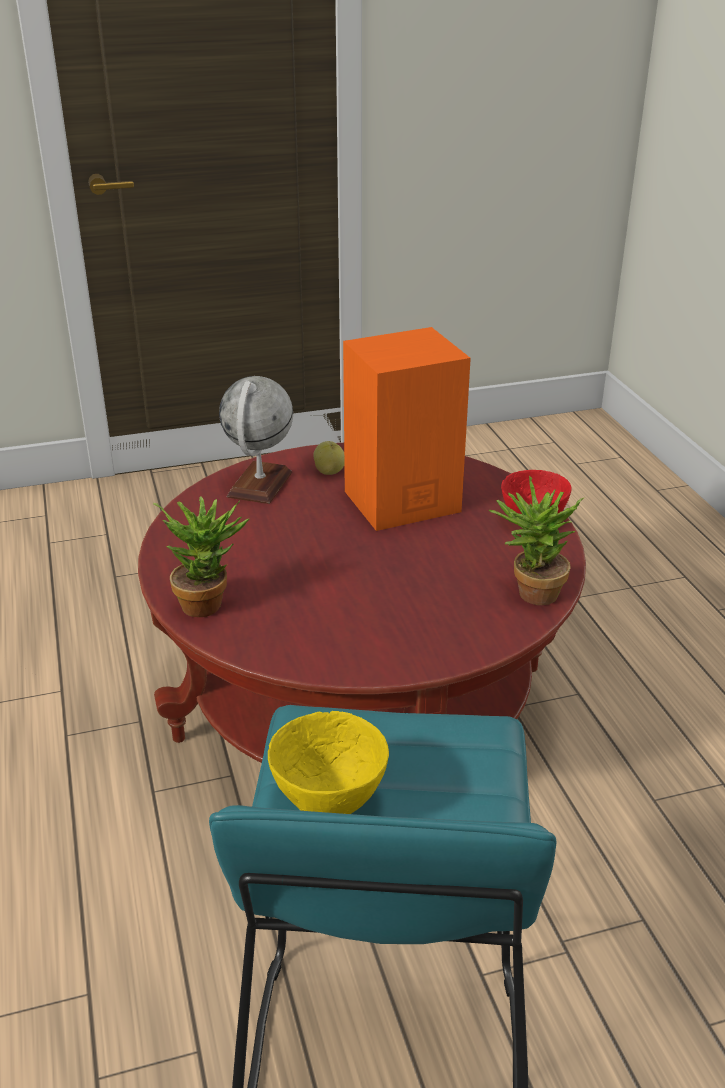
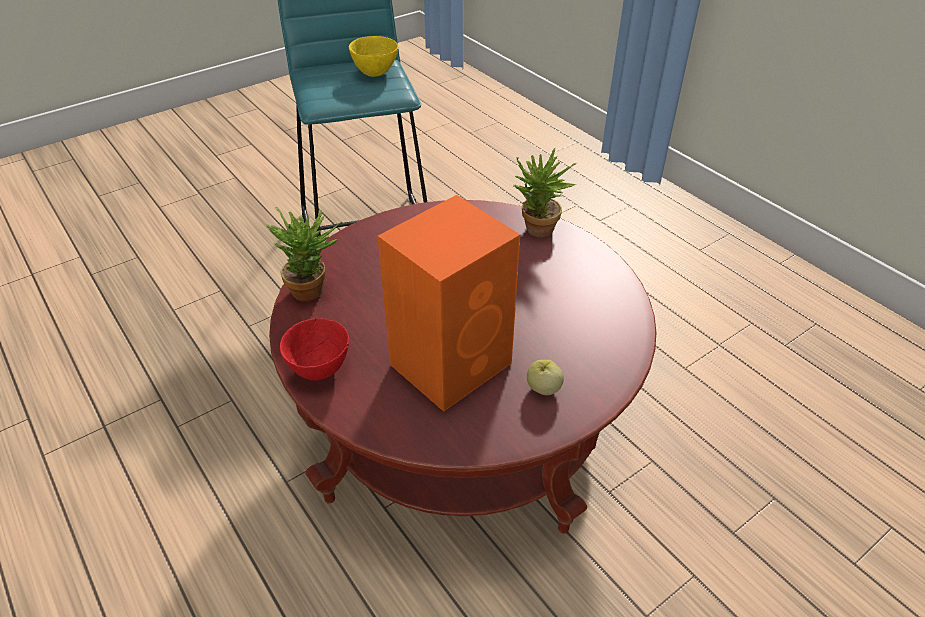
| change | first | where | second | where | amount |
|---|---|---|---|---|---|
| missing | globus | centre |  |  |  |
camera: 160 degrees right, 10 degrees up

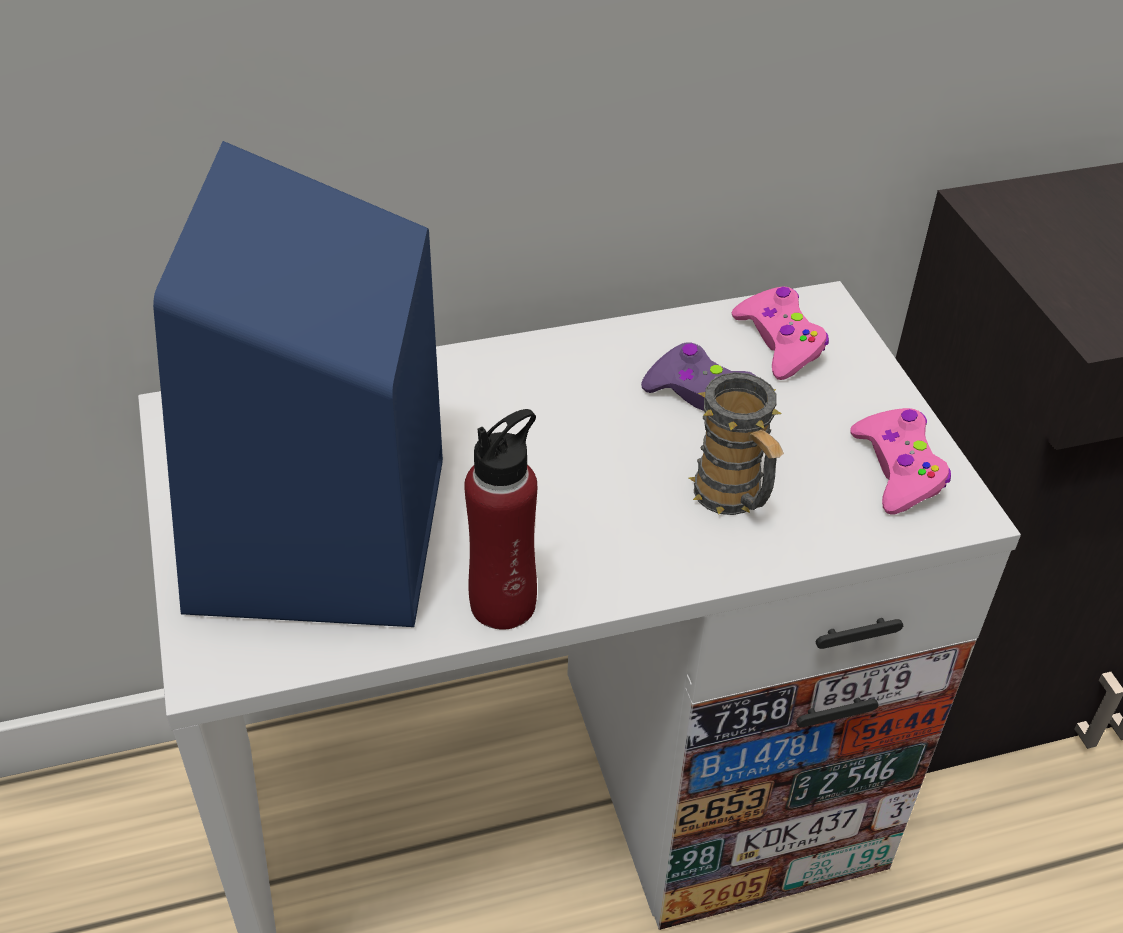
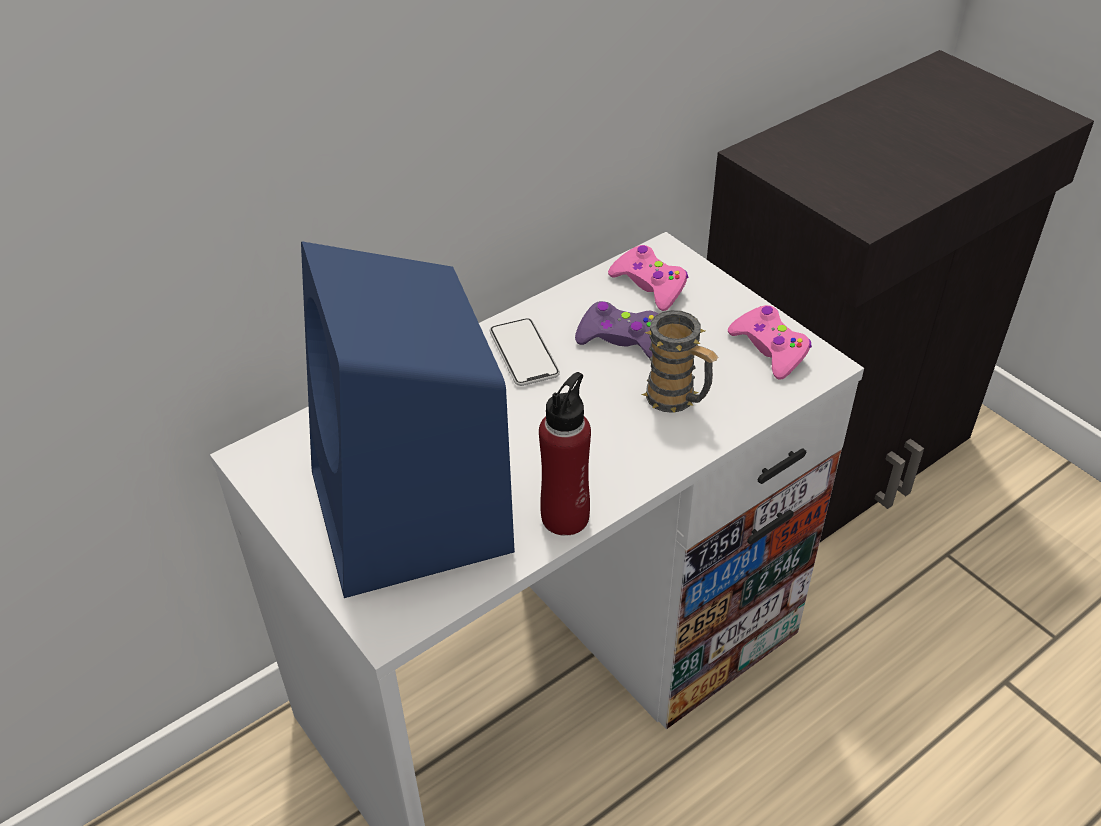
| change | first | where | second | where | amount |
|---|---|---|---|---|---|
| appeared |  |  | telefon | centre |  |
camera: 20 degrees left, 0 degrees up

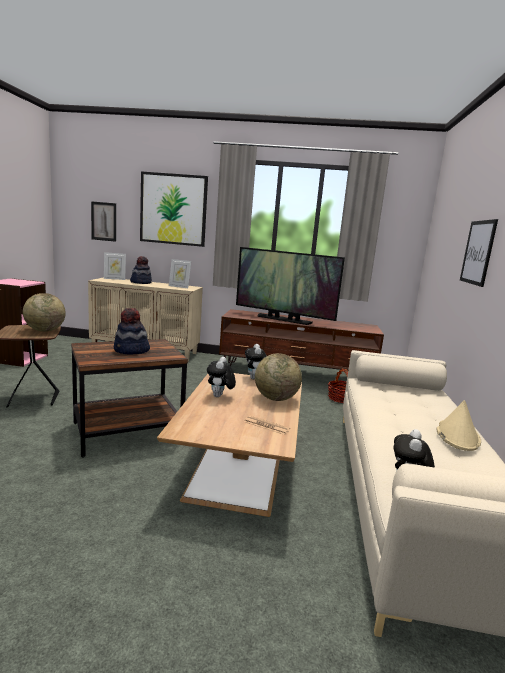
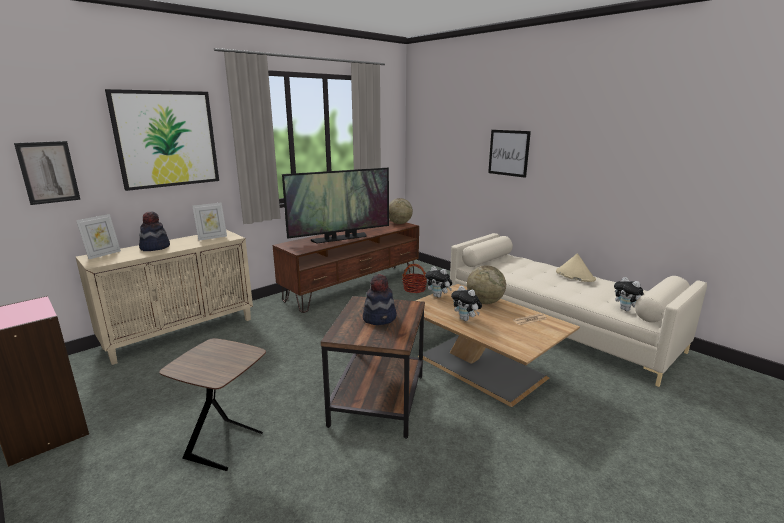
| change | first | where | second | where | amount |
|---|---|---|---|---|---|
| relocated | globus (no. 1 from left) | middle left |  | centre |  |
camera: 50 degrees left, 5 degrees up

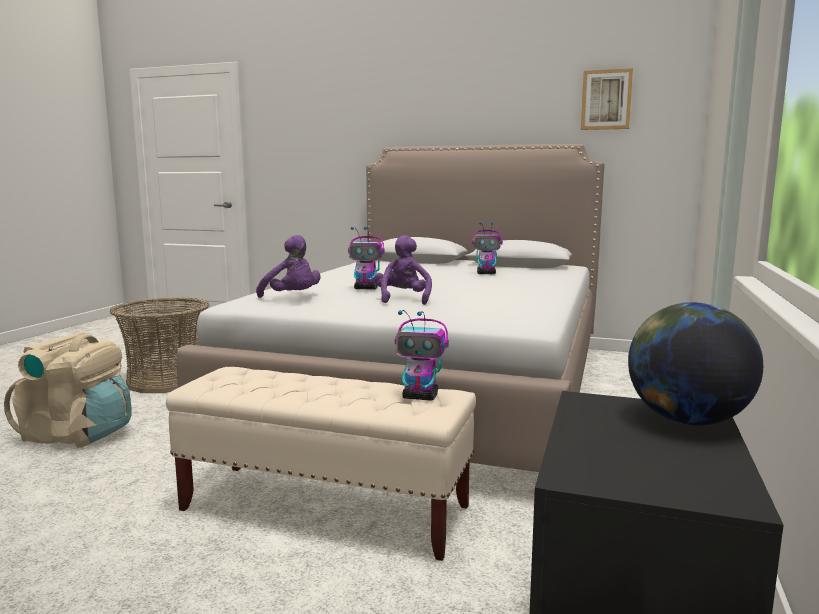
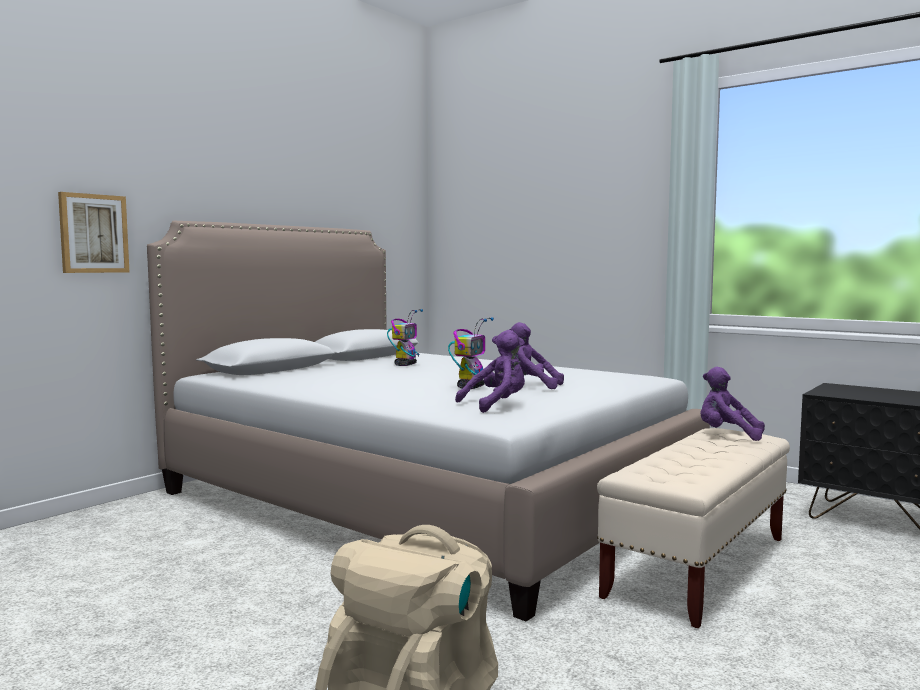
| change | first | where | second | where | amount |
|---|---|---|---|---|---|
| relocated | obraz | top right |  | middle left |  |
| missing | koszyk | middle left |  |  |  |
| missing | globus | middle right |  |  |  |
| exchanged | robot zabawkowy (no. 2 from left) | centre | pluszak [fioletowy] (no. 3 from left) | middle right |  |
camera: 70 degrees left, 5 degrees down

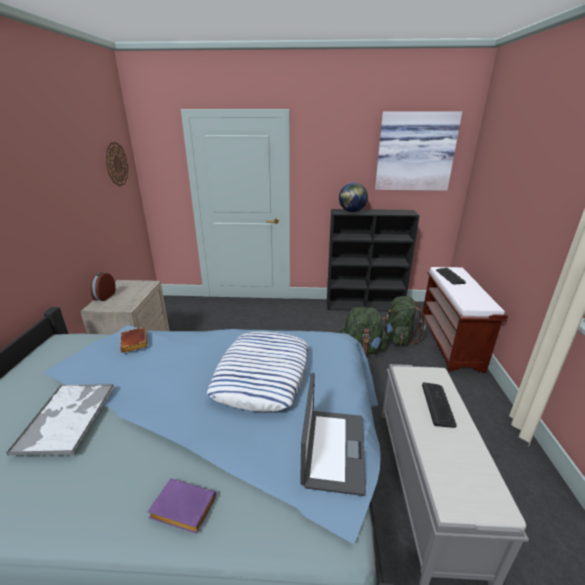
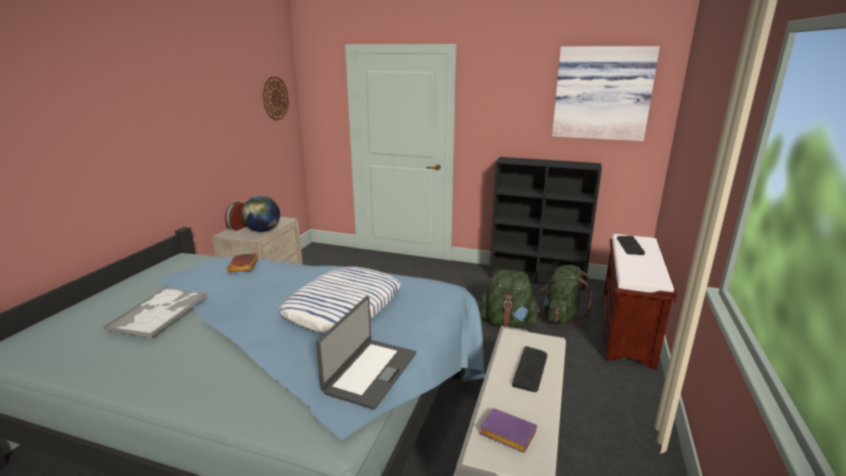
| change | first | where | second | where | amount |
|---|---|---|---|---|---|
| relocated | globus | centre |  | middle left |  |
| relocated | książka [fioletowy] | bottom left |  | bottom centre |  |
camera: 15 degrees right, 5 degrees down

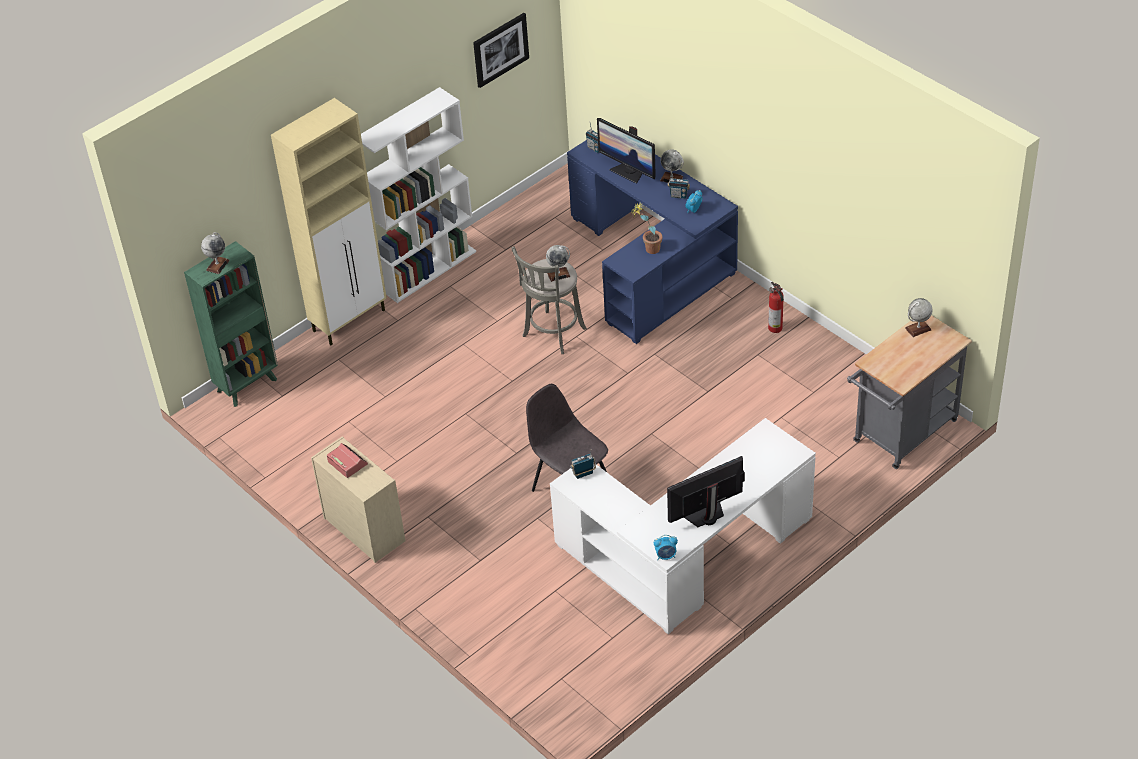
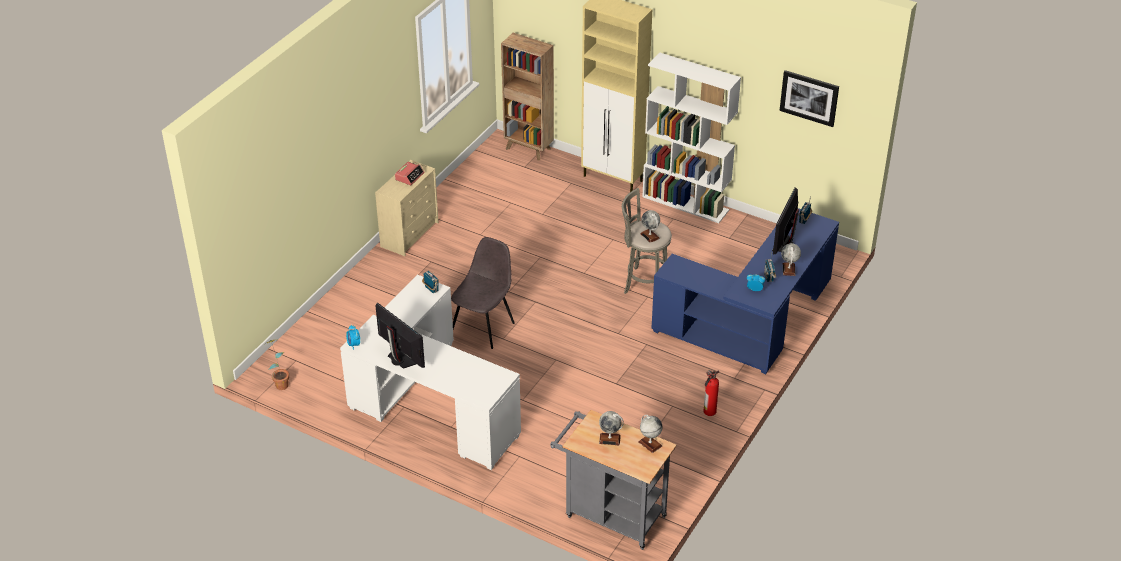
| change | first | where | second | where | amount |
|---|---|---|---|---|---|
| relocated | roślina doniczkowa | top centre |  | middle left |  |
| relocated | globus (no. 1 from left) | middle left |  | bottom centre |  |
| colour | regał [zielony] | middle left | regał [brązowy] | top centre |  |
camera: 70 degrees right, 5 degrees down

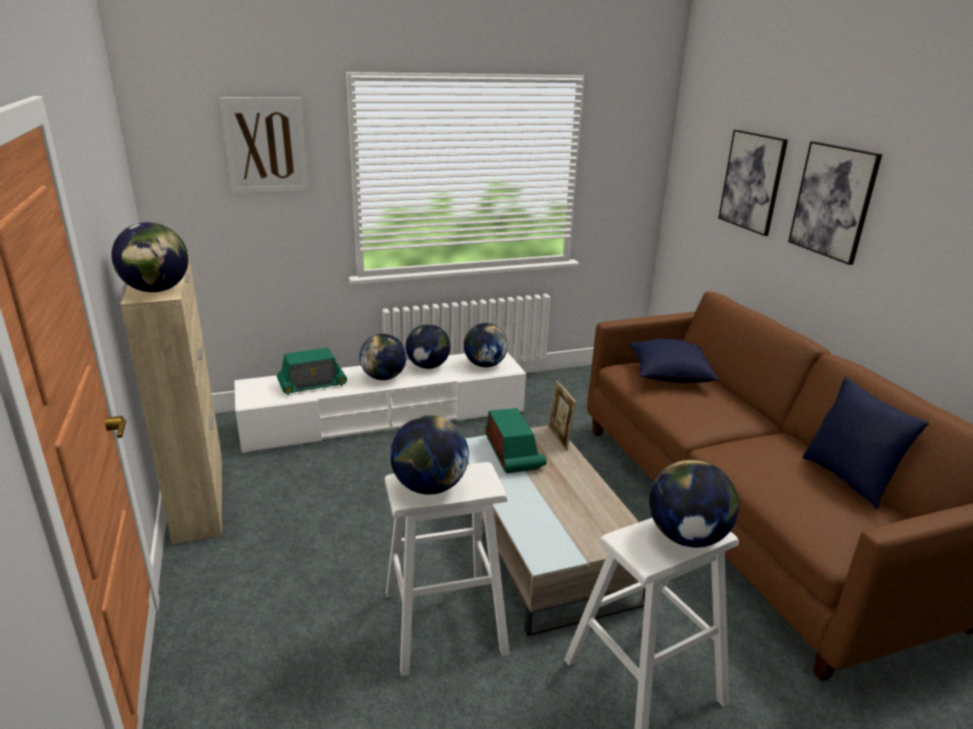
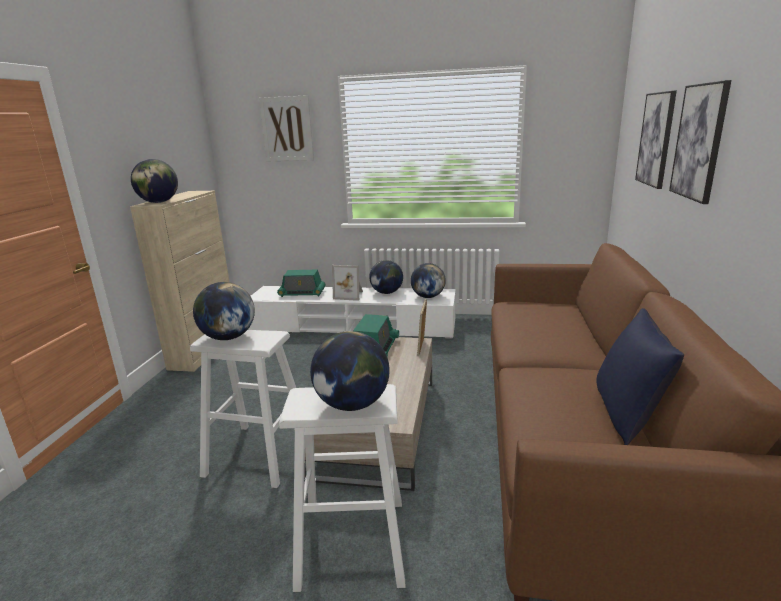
| change | first | where | second | where | amount |
|---|---|---|---|---|---|
| exchanged | globus (no. 2 from left) | centre | ramka na zdjęcie (no. 1 from left) | centre |  |
| missing | poduszka [niebieski] (no. 1 from left) | middle right |  |  |  |
camera: 30 degrees right, 5 degrees down

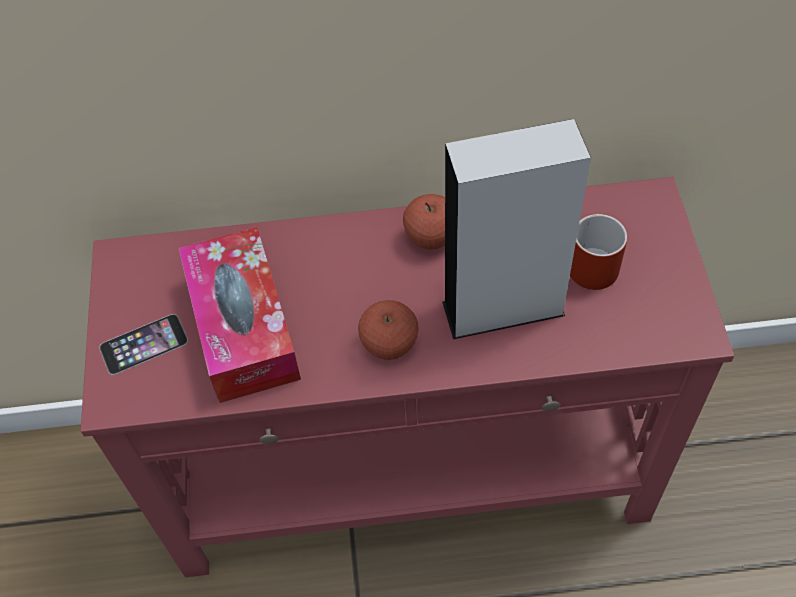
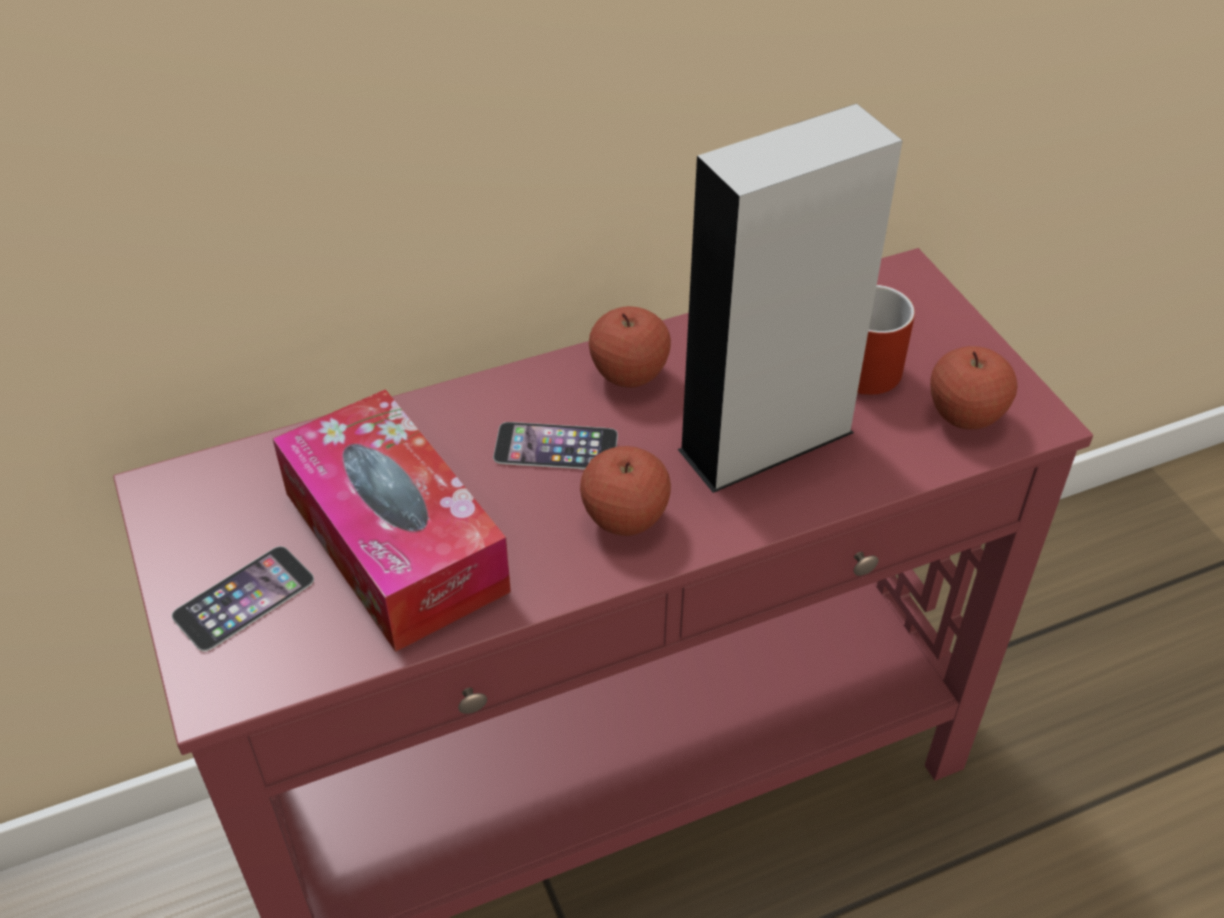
| change | first | where | second | where | amount |
|---|---|---|---|---|---|
| appeared |  |  | jabłko (no. 3 from left) | middle right |  |
| appeared |  |  | telefon (no. 2 from left) | centre |  |
camera: 20 degrees left, 10 degrees down

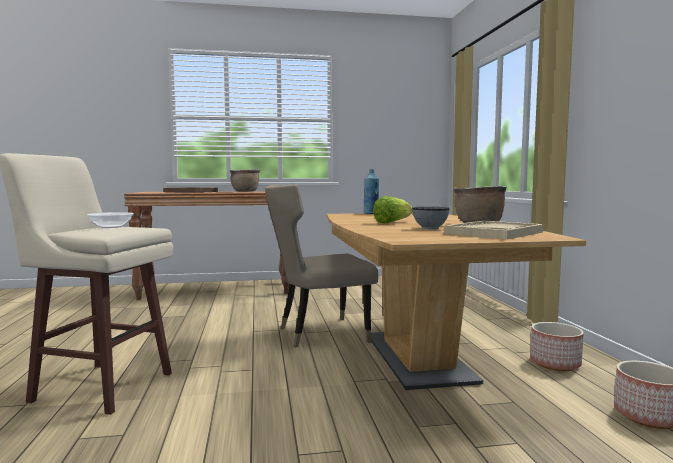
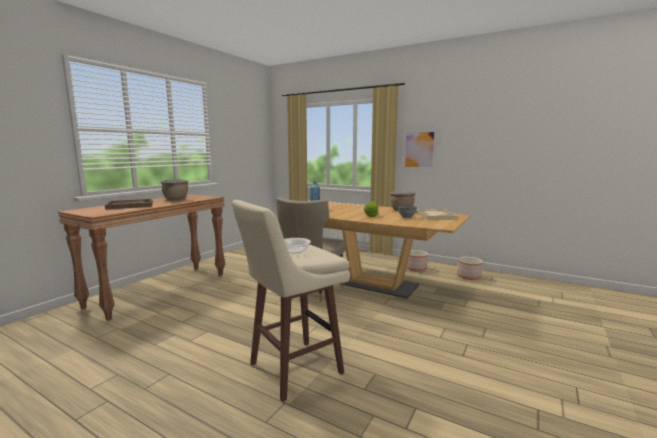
| change | first | where | second | where | amount |
|---|---|---|---|---|---|
| appeared |  |  | obraz | centre |  |
camera: 50 degrees left, 5 degrees up

